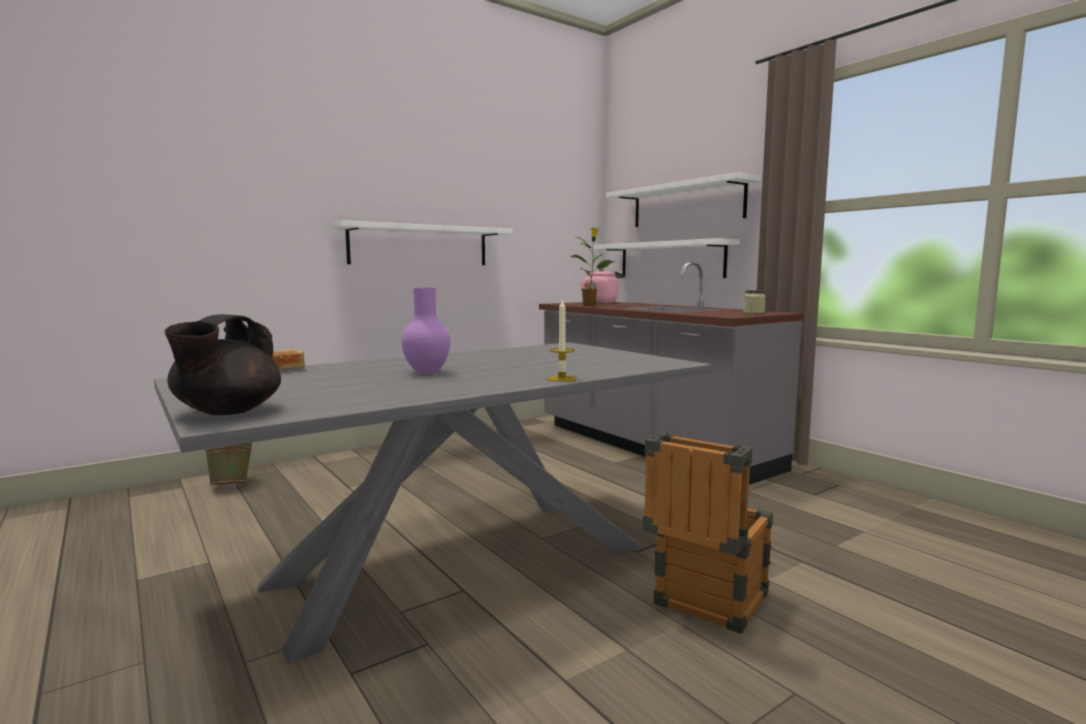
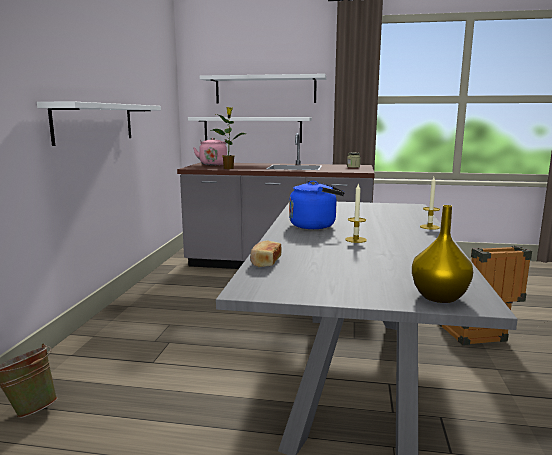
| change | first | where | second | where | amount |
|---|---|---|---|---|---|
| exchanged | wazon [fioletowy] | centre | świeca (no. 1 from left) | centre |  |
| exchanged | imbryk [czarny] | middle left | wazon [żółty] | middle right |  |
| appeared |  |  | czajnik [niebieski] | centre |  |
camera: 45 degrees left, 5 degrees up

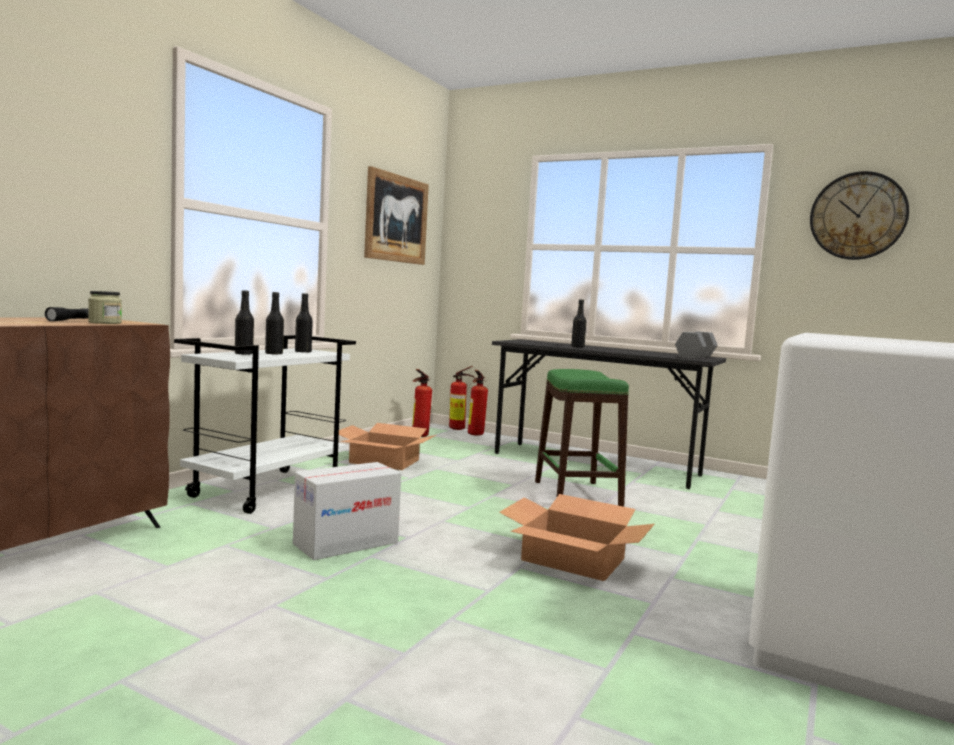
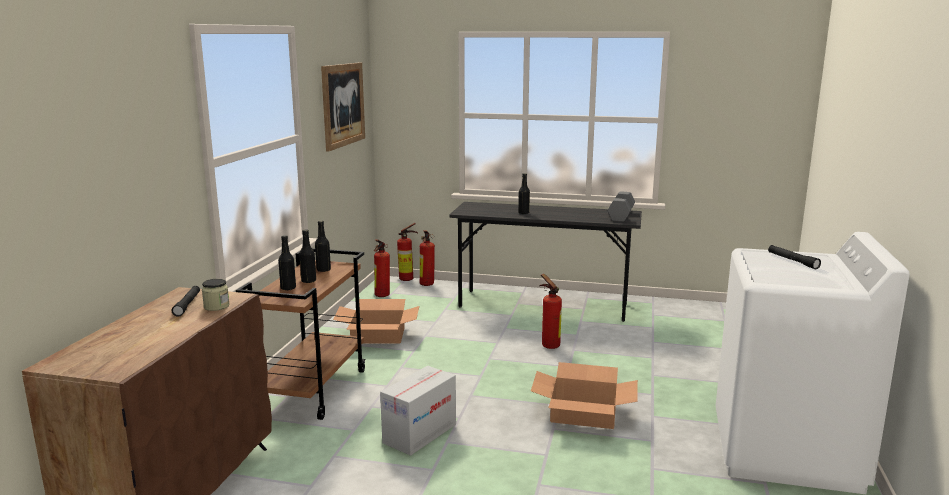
| change | first | where | second | where | amount |
|---|---|---|---|---|---|
| missing | zegar ścienny | top right |  |  |  |
| colour | wózek [biały] | middle left | wózek [brązowy] | bottom left |  |
| exchanged | stołek [zielony] | centre | gaśnica (no. 4 from left) | centre |  |
| appeared |  |  | latarka [czarny] (no. 2 from left) | middle right |  |
camera: 15 degrees left, 10 degrees up

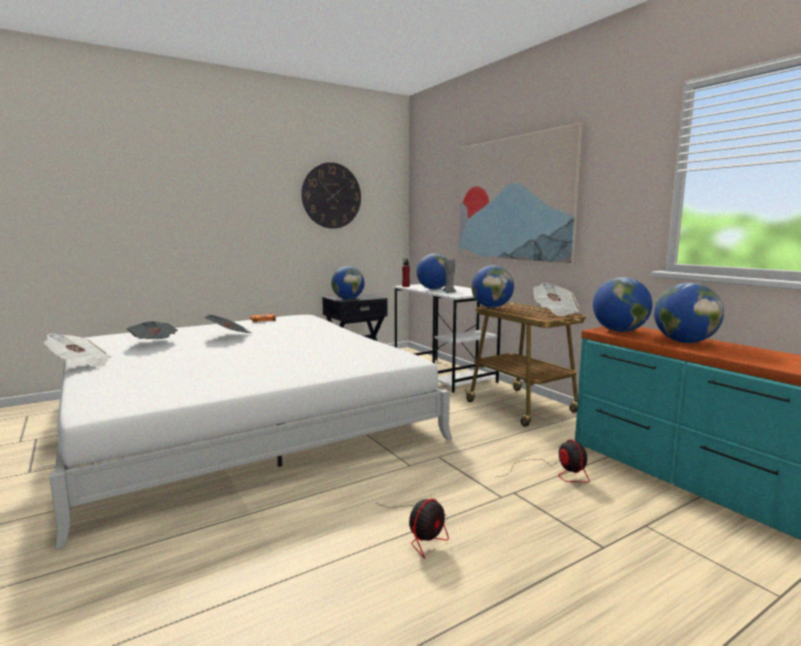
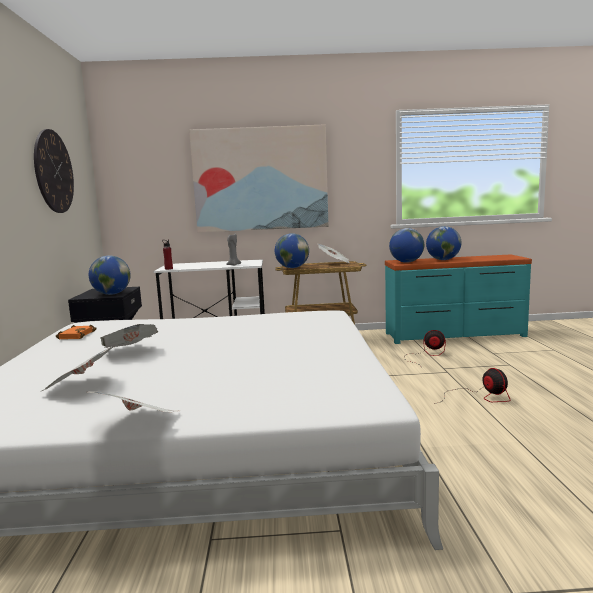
| change | first | where | second | where | amount |
|---|---|---|---|---|---|
| missing | globus (no. 2 from left) | centre |  |  |  |
camera: 60 degrees left, 0 degrees up

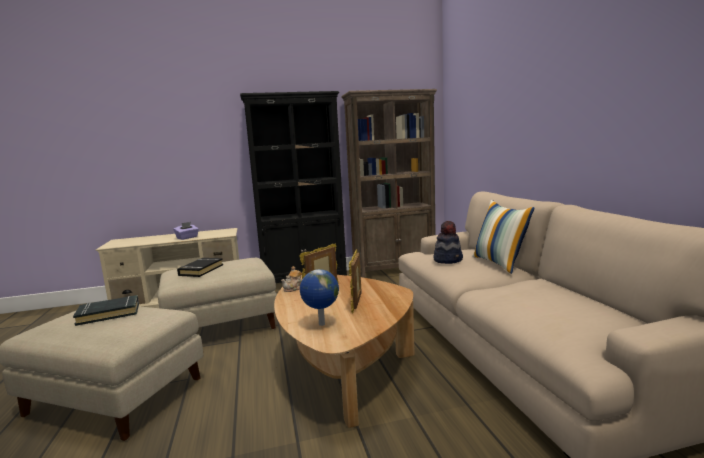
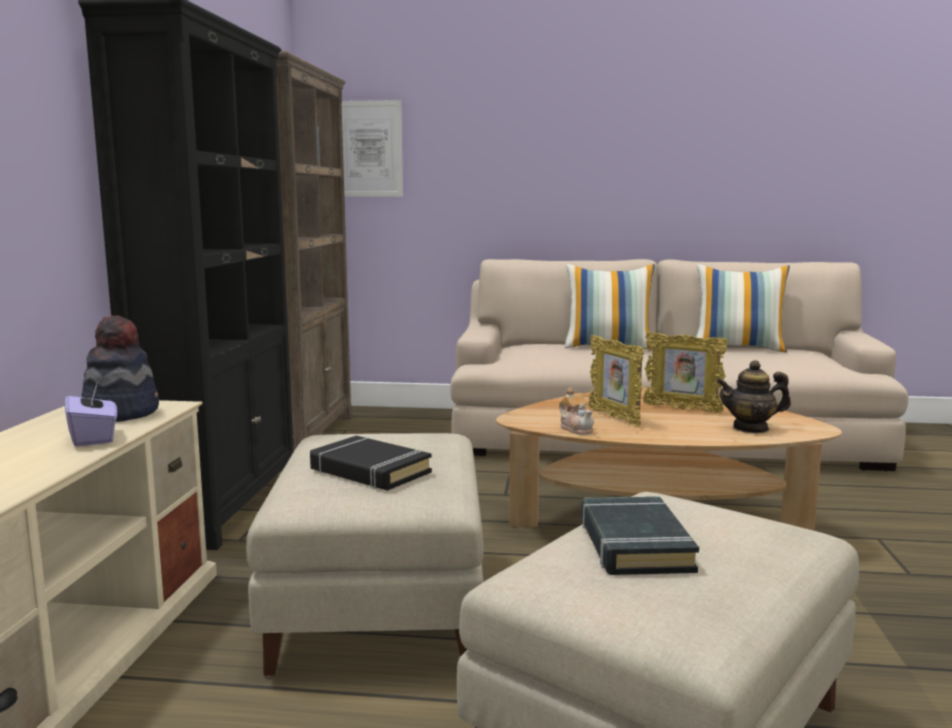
| change | first | where | second | where | amount |
|---|---|---|---|---|---|
| relocated | kapelusz | centre |  | middle left |  |
| exchanged | globus | centre | imbryk (no. 2 from left) | middle right |  |
| appeared |  |  | obraz | top centre |  |
| appeared |  |  | poduszka (no. 2 from left) | middle right |  |
camera: 70 degrees left, 0 degrees up

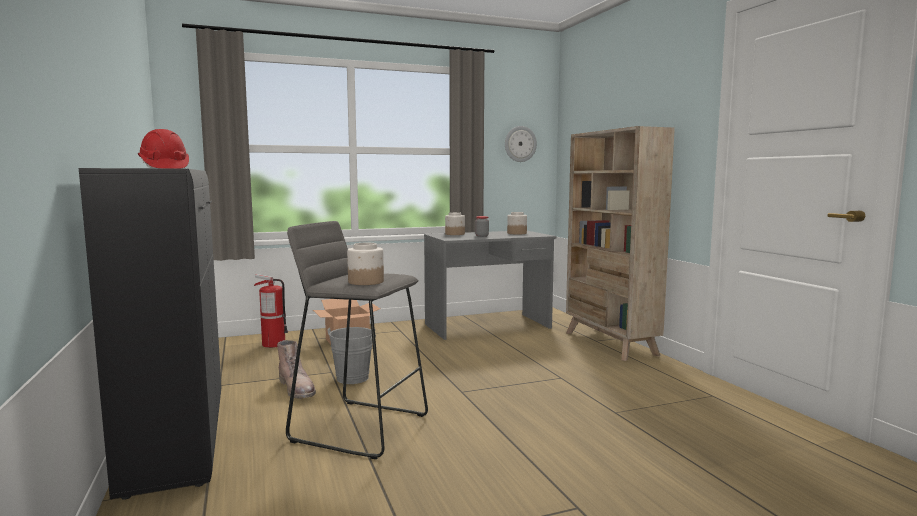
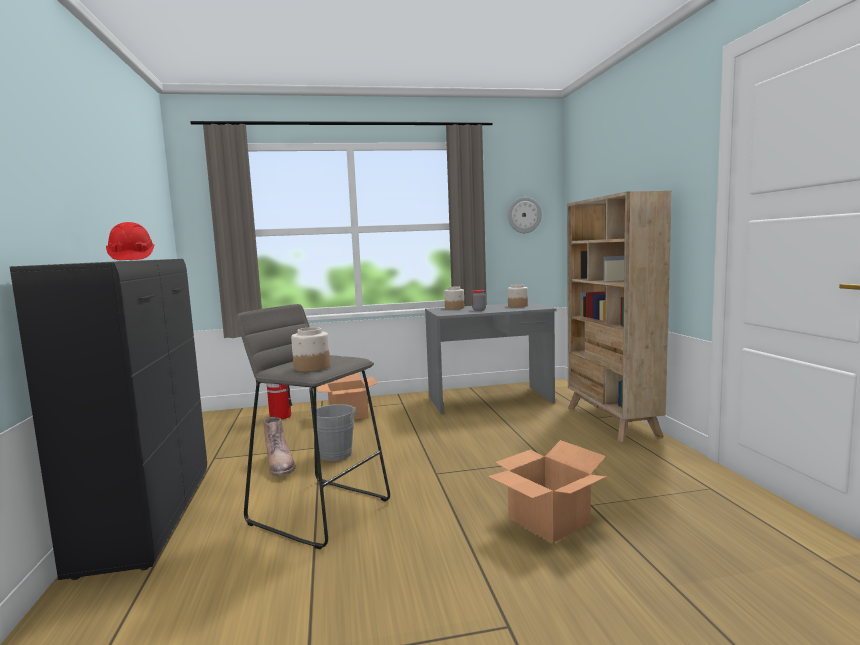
| change | first | where | second | where | amount |
|---|---|---|---|---|---|
| appeared |  |  | karton (no. 2 from left) | bottom centre |  |
camera: 10 degrees right, 0 degrees up

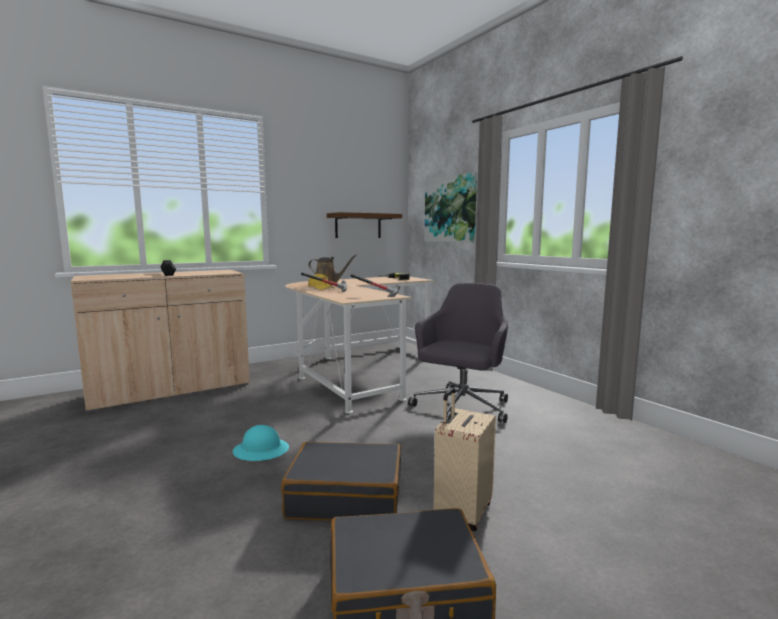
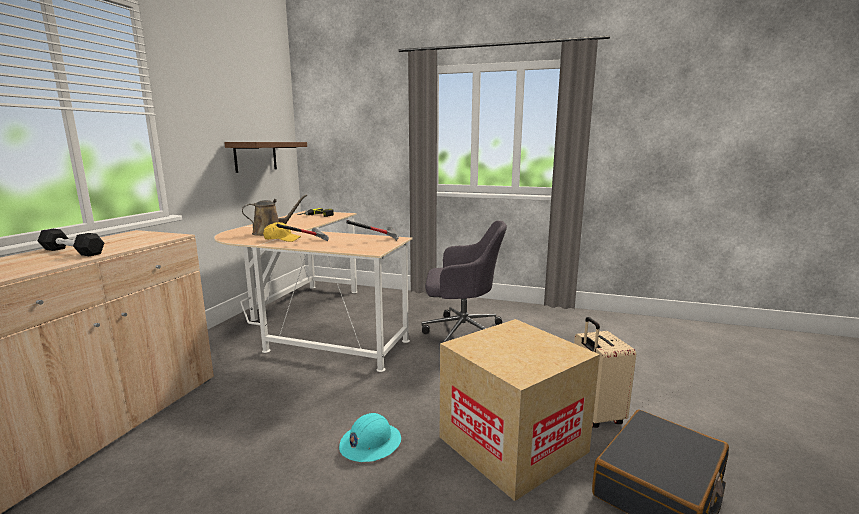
| change | first | where | second | where | amount |
|---|---|---|---|---|---|
| missing | obraz | centre |  |  |  |
| spun | krzesło biurowe [szary] | centre |  | centre | 105 degrees clockwise |
| exchanged | walizka [czarny] (no. 1 from left) | bottom centre | karton | bottom centre |  |
camera: 40 degrees left, 5 degrees up

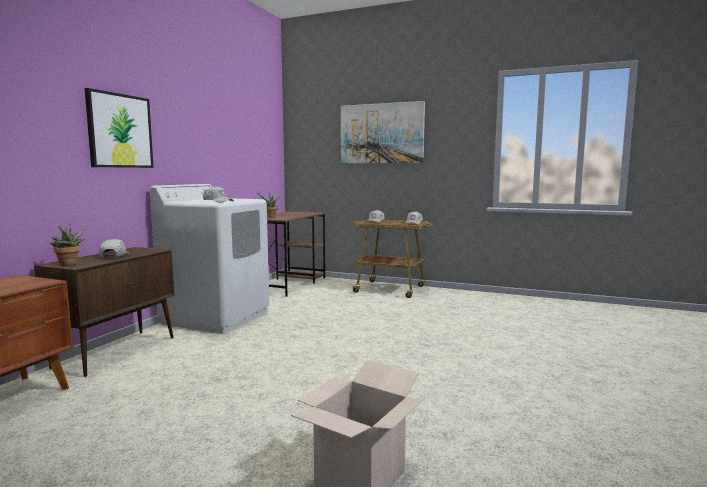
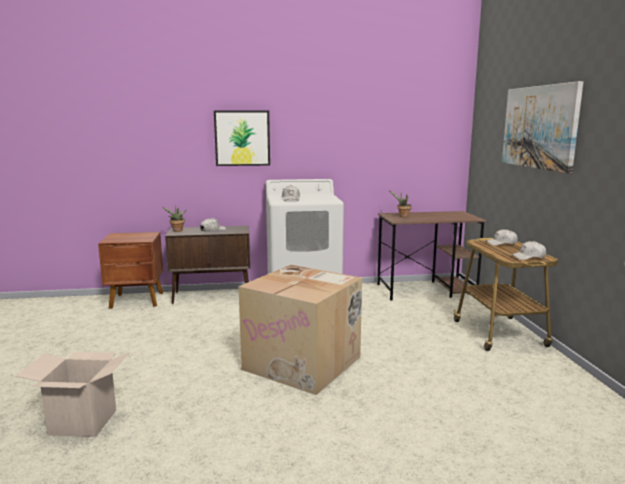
| change | first | where | second | where | amount |
|---|---|---|---|---|---|
| appeared |  |  | karton (no. 2 from left) | bottom centre |  |
camera: 60 degrees right, 5 degrees up

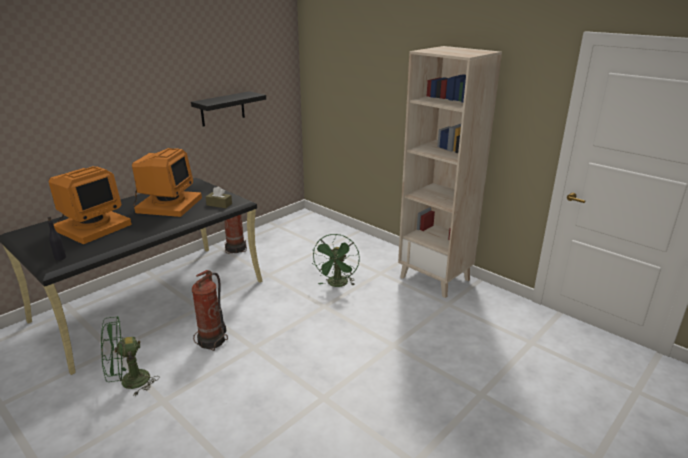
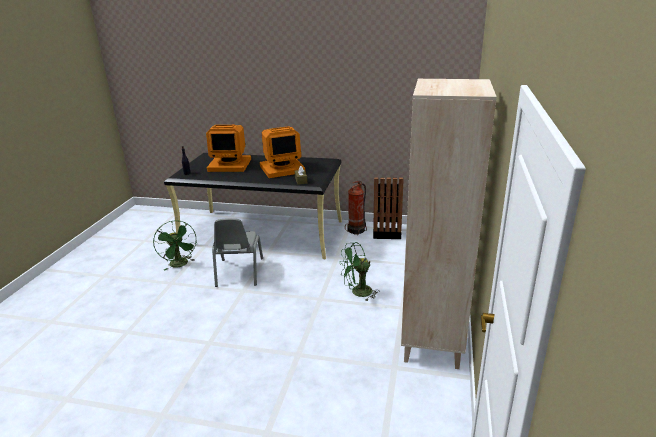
| change | first | where | second | where | amount |
|---|---|---|---|---|---|
| missing | półka [czarny] | top left |  |  |  |
| exchanged | gaśnica (no. 1 from left) | bottom left | krzesło [szary] | centre |  |
| spun | wentylator [zielony] (no. 1 from left) | bottom left |  | middle left | 150 degrees counterclockwise |
| appeared |  |  | kosz na śmieci [czarny] | centre |  |
camera: 60 degrees right, 0 degrees up

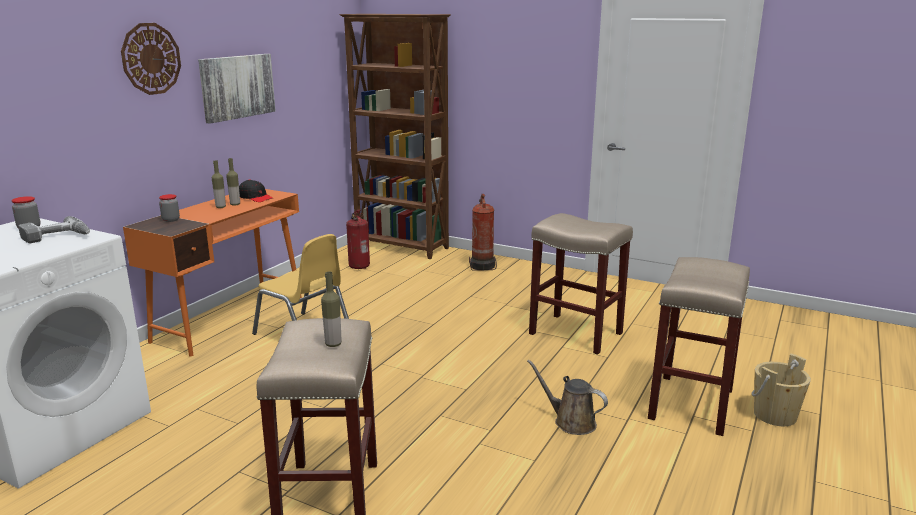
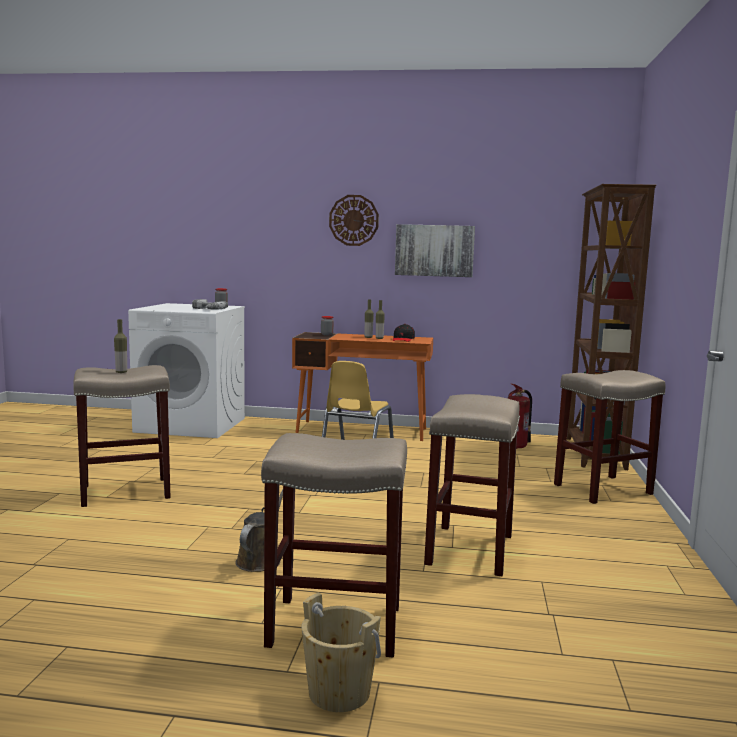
| change | first | where | second | where | amount |
|---|---|---|---|---|---|
| exchanged | gaśnica (no. 2 from left) | centre | stołek [beżowy] (no. 4 from left) | middle right |  |
camera: 70 degrees right, 10 degrees down

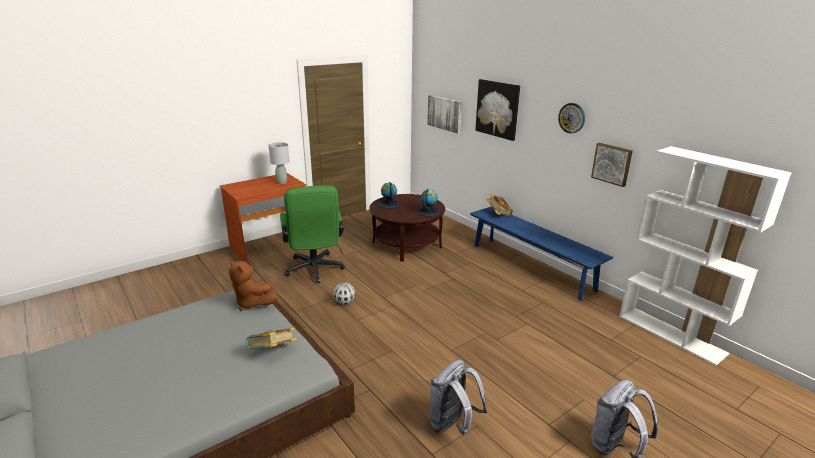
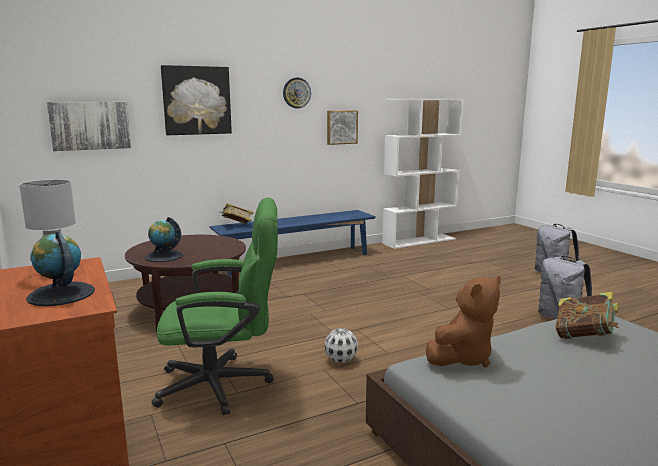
| change | first | where | second | where | amount |
|---|---|---|---|---|---|
| relocated | globus (no. 2 from left in the first image) | centre | globus (no. 1 from left) | middle left |  |
camera: 80 degrees left, 10 degrees down

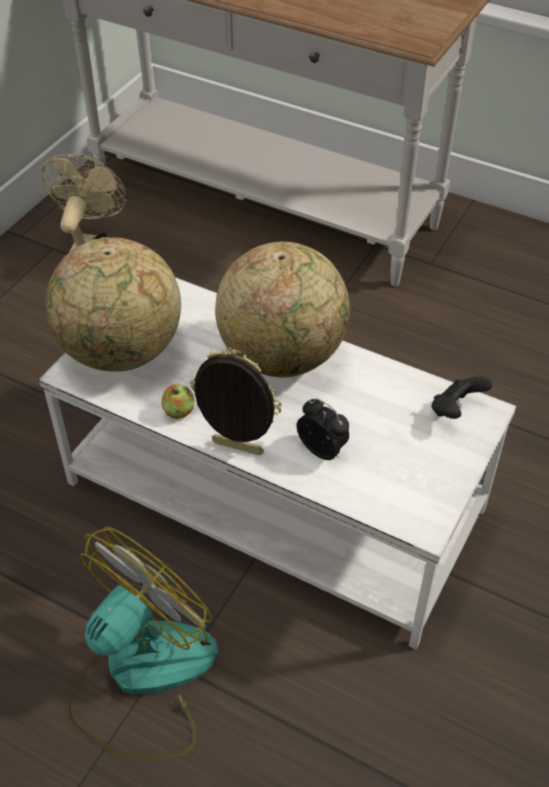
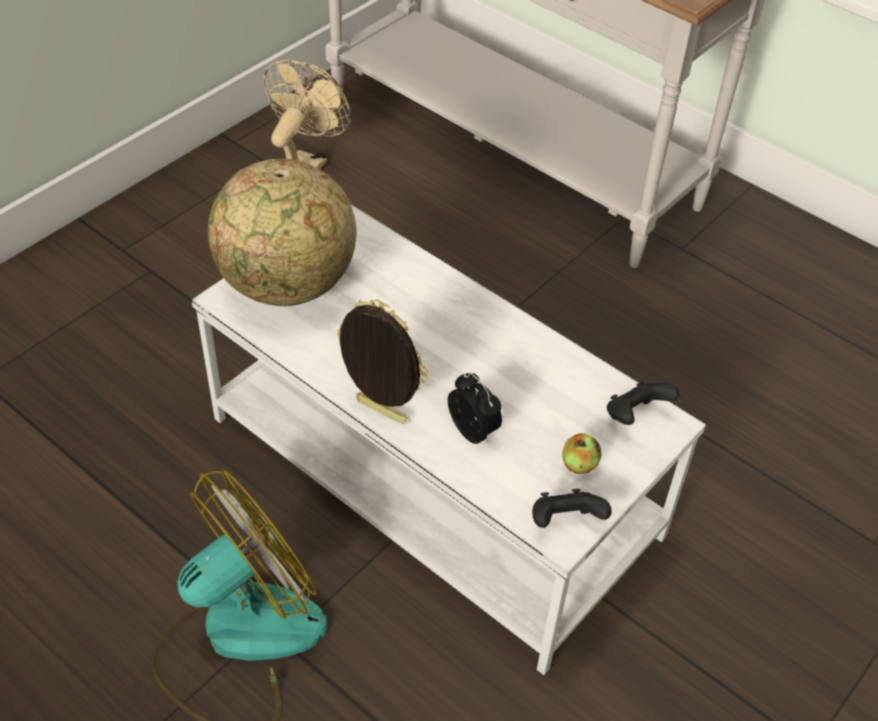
| change | first | where | second | where | amount |
|---|---|---|---|---|---|
| missing | globus (no. 2 from left) | centre |  |  |  |
| relocated | jabłko | middle left |  | centre |  |
| appeared |  |  | pad do gier [czarny] (no. 1 from left) | bottom centre |  |
camera: 10 degrees right, 0 degrees up

